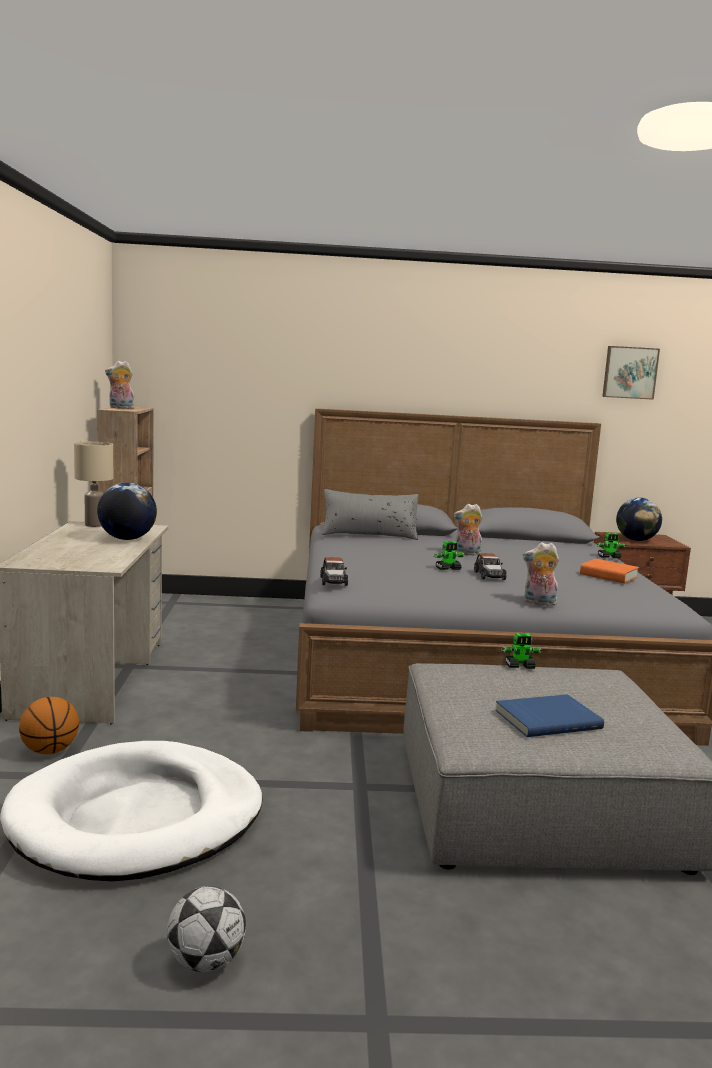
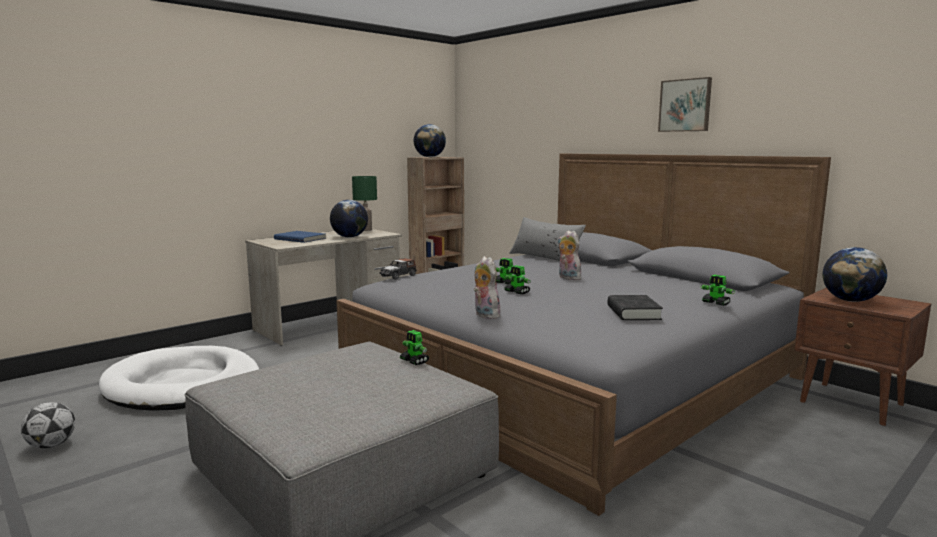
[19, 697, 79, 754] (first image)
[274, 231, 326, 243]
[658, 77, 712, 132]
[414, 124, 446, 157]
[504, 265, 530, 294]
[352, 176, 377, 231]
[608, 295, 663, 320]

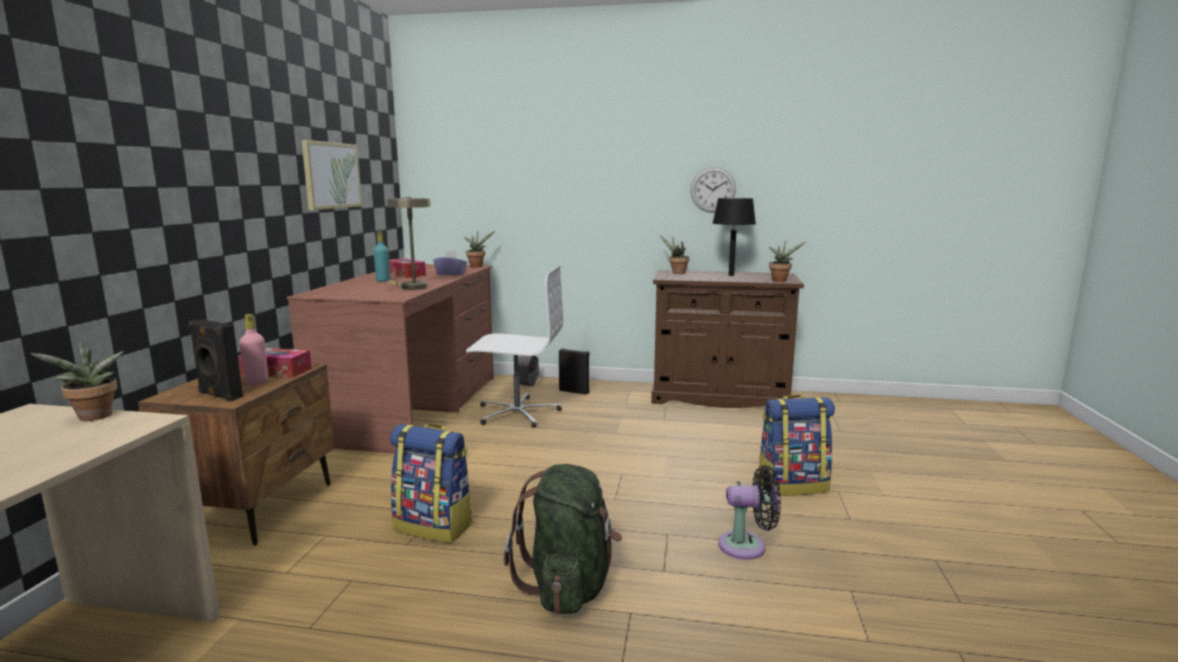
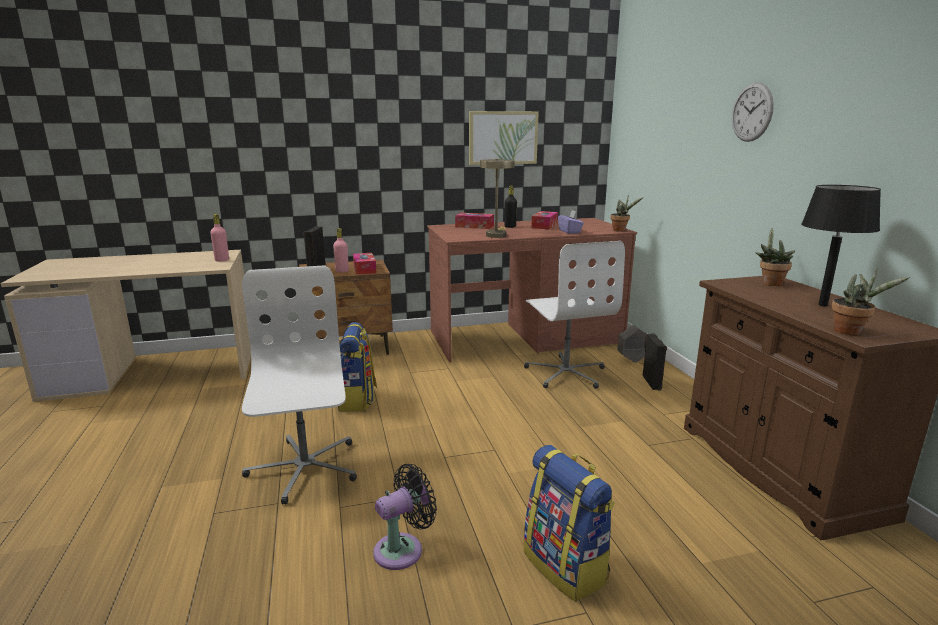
[455, 213, 494, 229]
[732, 82, 774, 142]
[210, 214, 229, 262]
[242, 265, 357, 505]
[504, 186, 517, 228]
[373, 464, 437, 570]

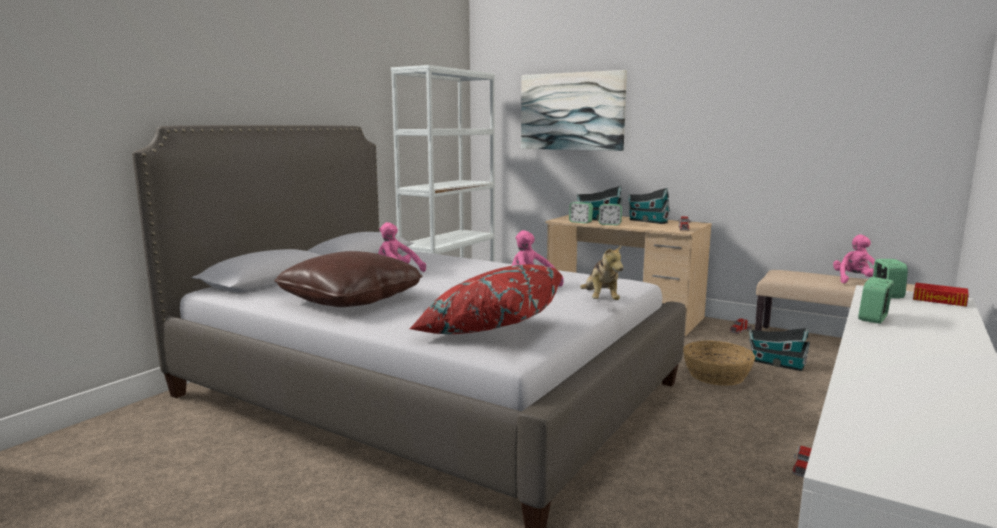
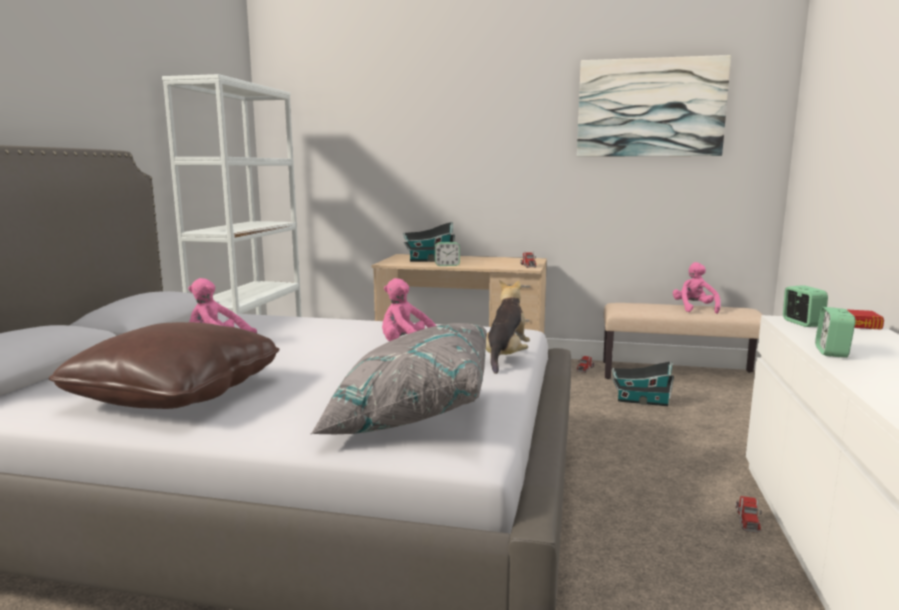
[569, 202, 593, 224] (first image)
[628, 188, 670, 224] (first image)
[683, 341, 755, 386] (first image)
[577, 55, 731, 157]
[310, 323, 487, 435]
[486, 280, 530, 374]

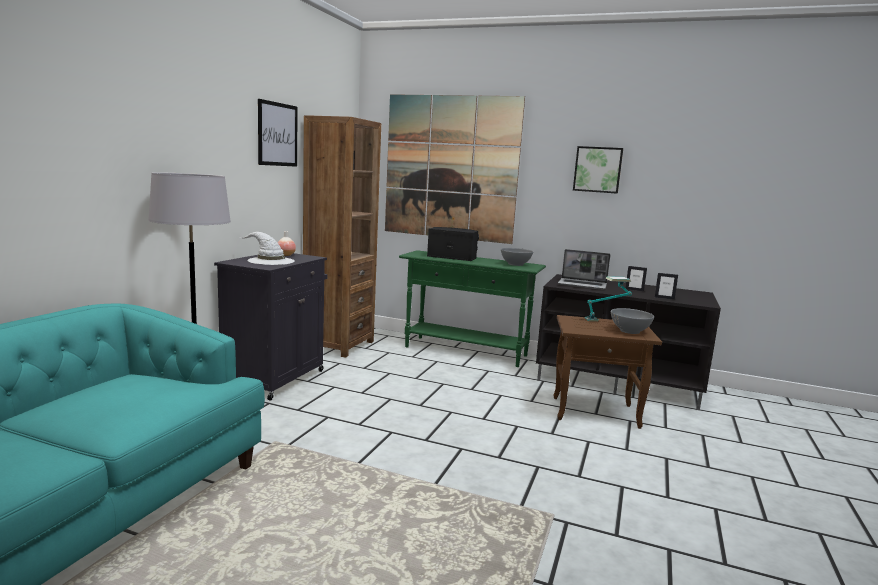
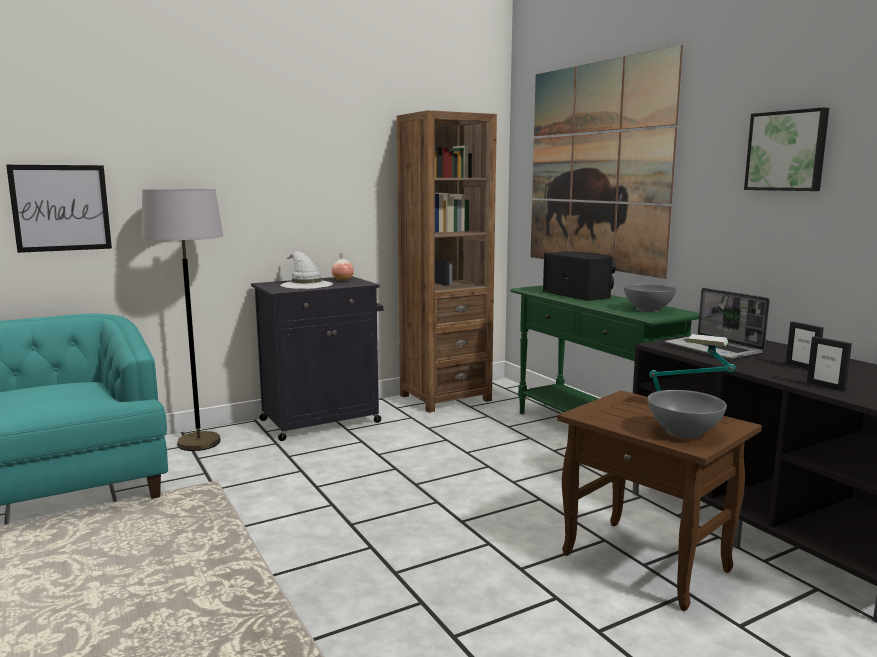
[6, 165, 112, 253]

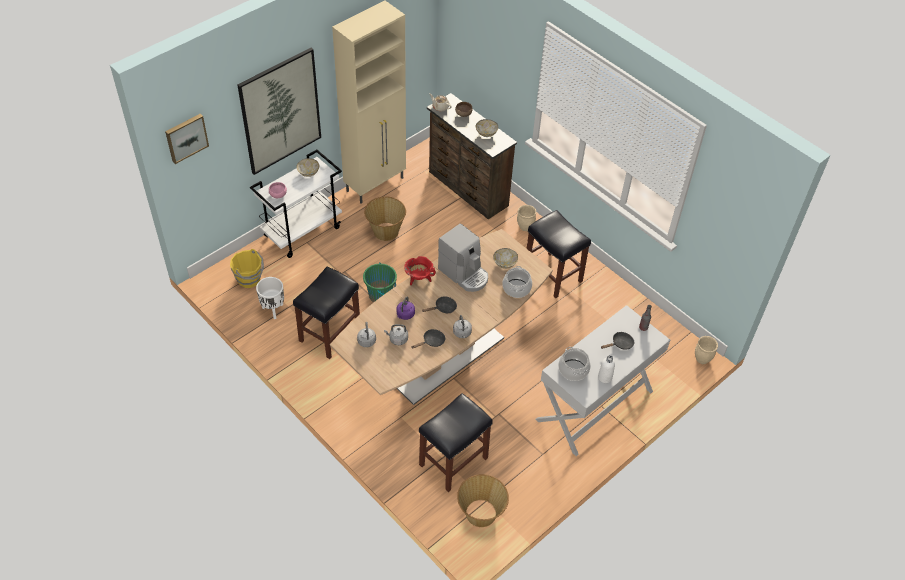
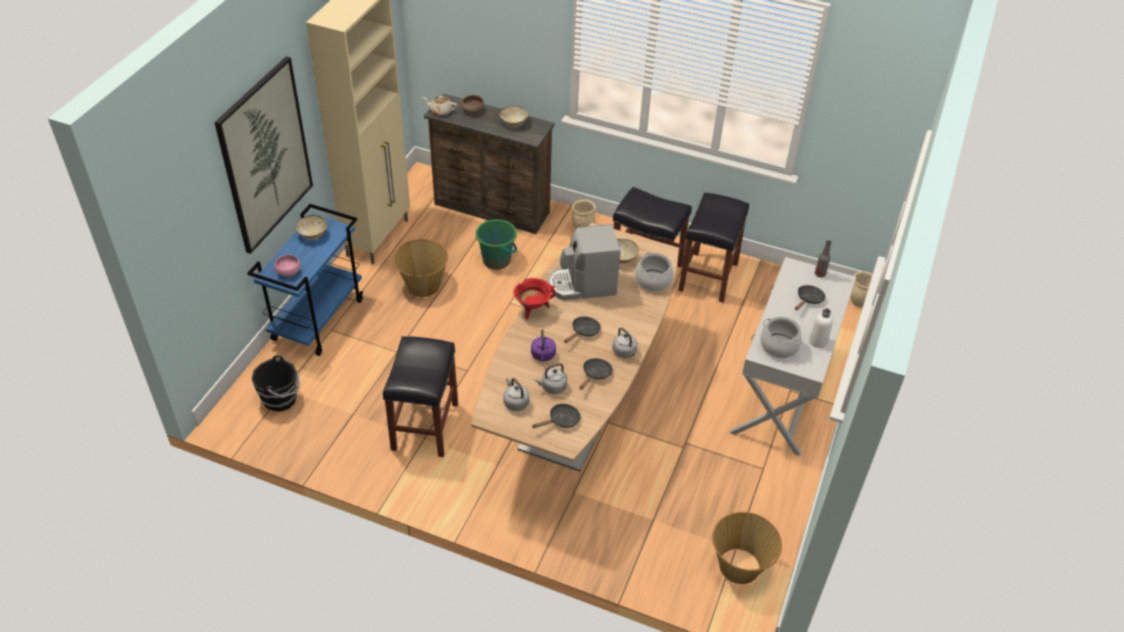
[165, 114, 209, 164] (first image)
[256, 277, 284, 319] (first image)
[532, 404, 581, 428]
[476, 219, 517, 270]
[678, 193, 749, 303]
[252, 355, 300, 412]
[247, 204, 363, 356]
[549, 224, 620, 300]

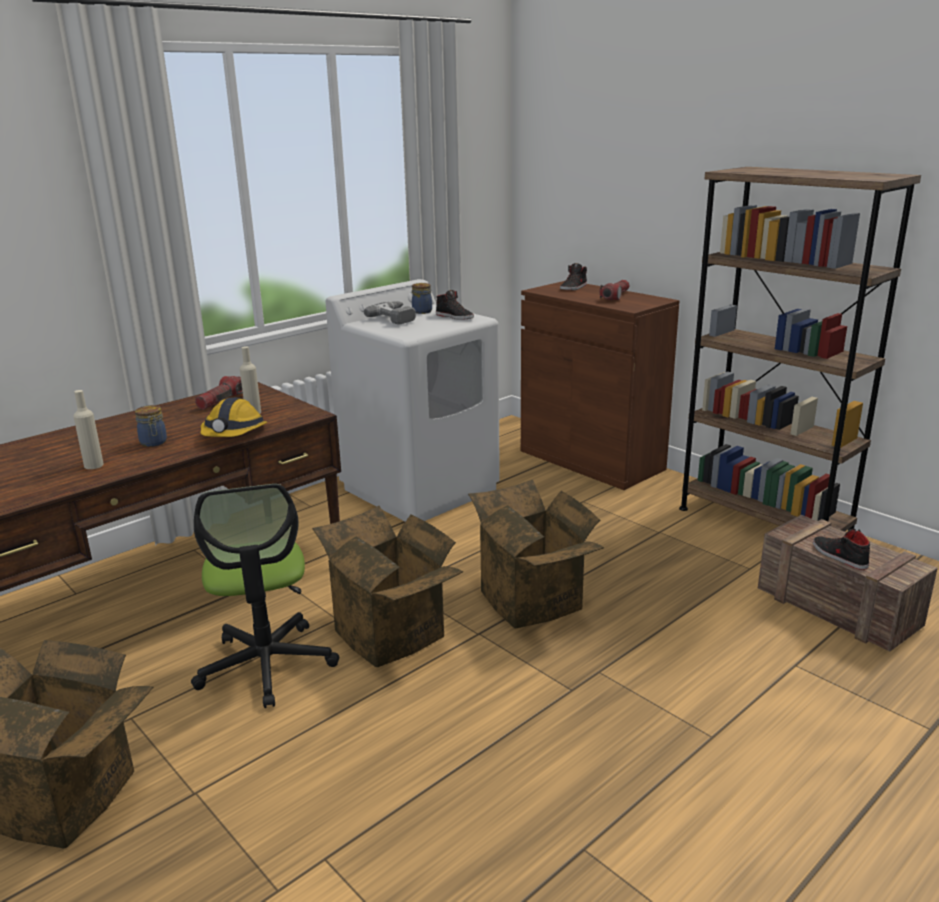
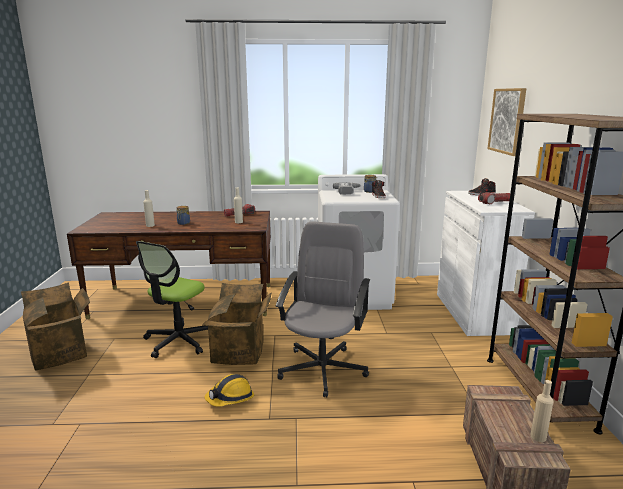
[813, 529, 870, 570] (first image)
[488, 88, 526, 156]
[530, 380, 553, 442]
[204, 374, 254, 407]
[275, 221, 370, 398]
[437, 191, 535, 336]

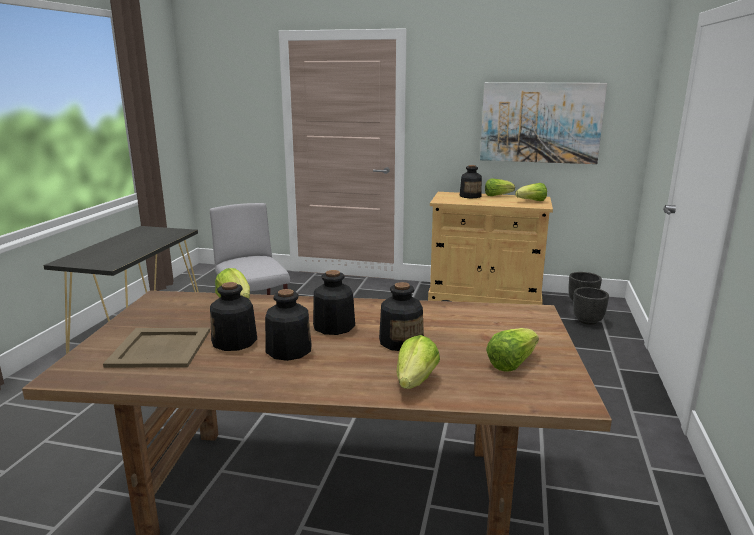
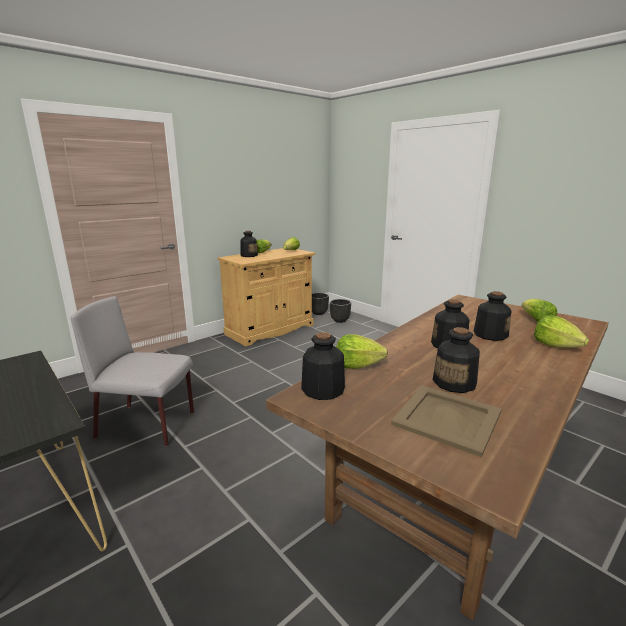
[480, 82, 607, 164] (first image)
[301, 332, 345, 400]

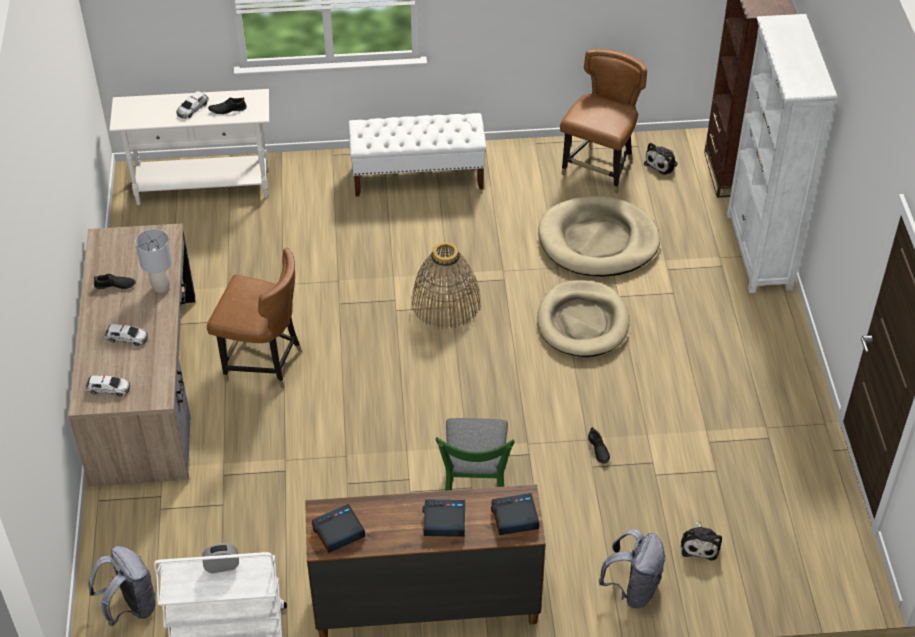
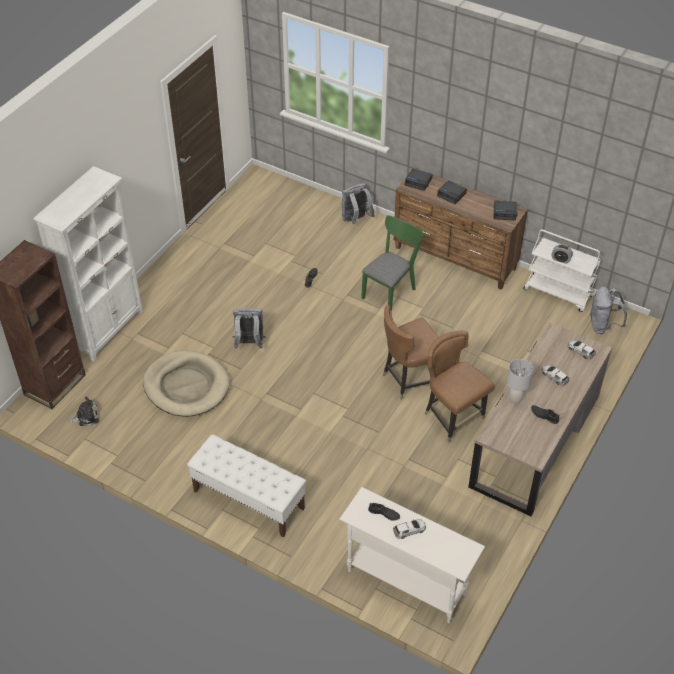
[411, 242, 481, 329] (first image)
[681, 521, 722, 561] (first image)
[383, 305, 439, 400]
[232, 308, 266, 349]

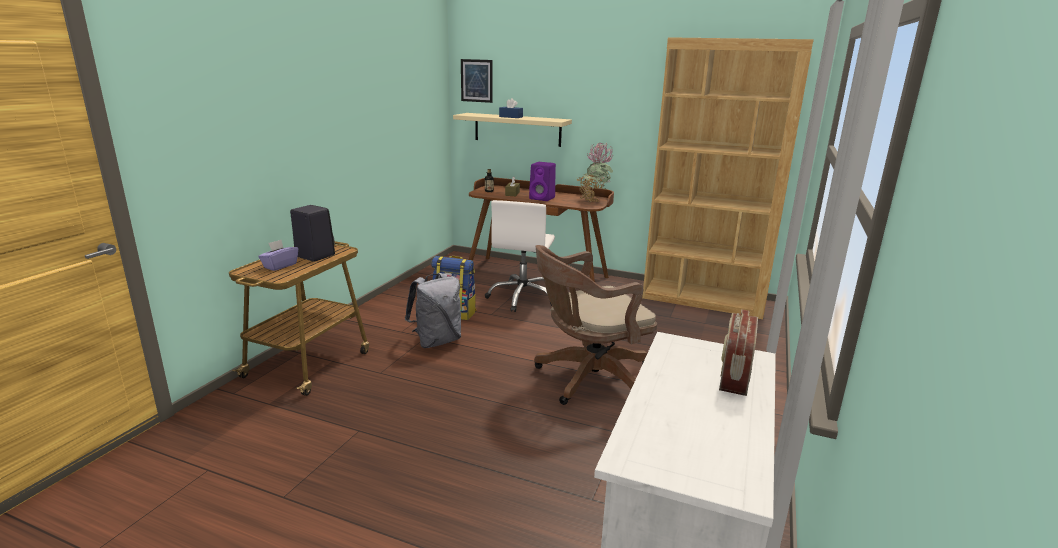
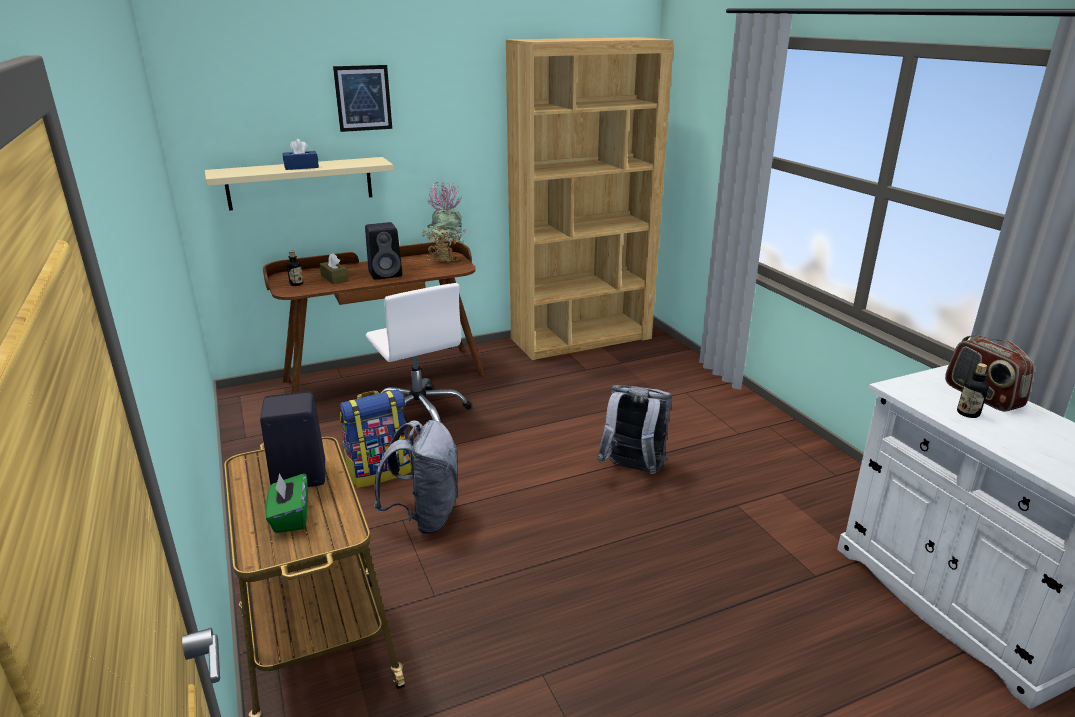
[957, 363, 989, 418]
[333, 65, 392, 132]
[597, 385, 672, 474]
[265, 473, 308, 533]
[365, 222, 402, 280]

